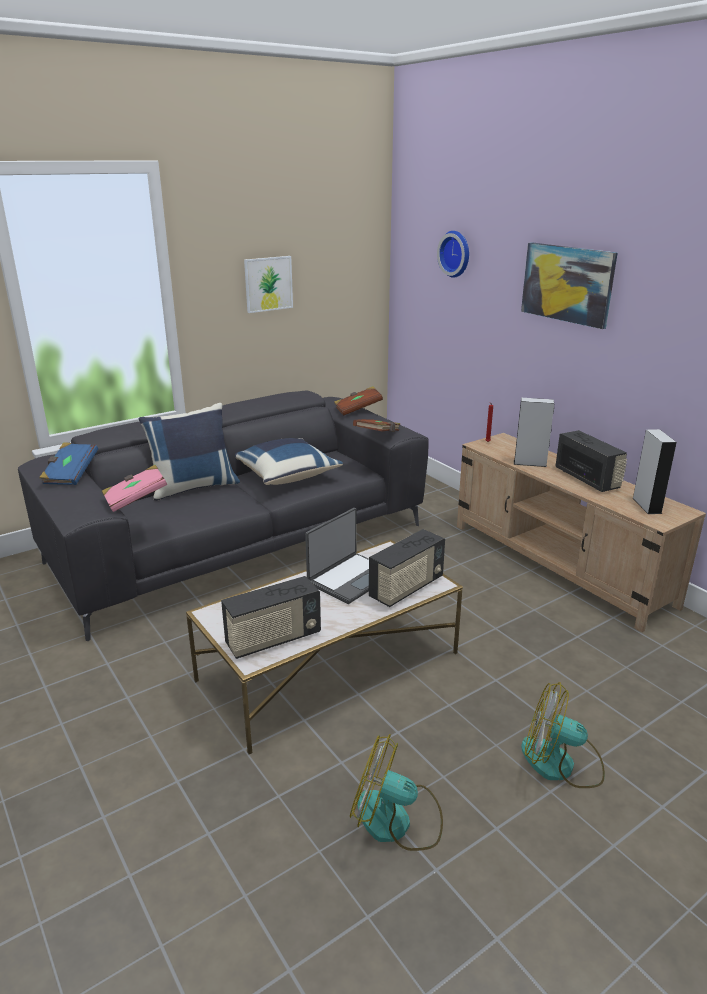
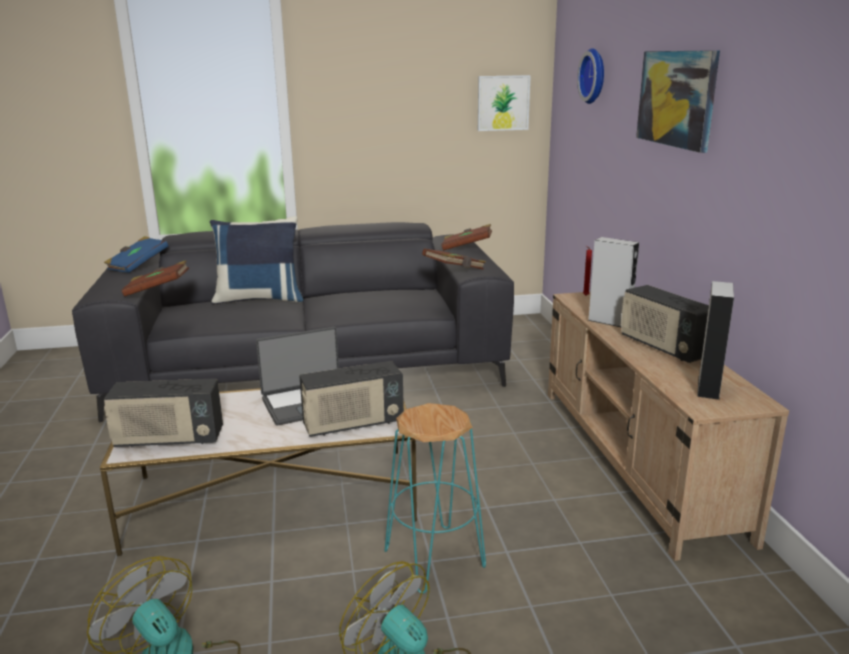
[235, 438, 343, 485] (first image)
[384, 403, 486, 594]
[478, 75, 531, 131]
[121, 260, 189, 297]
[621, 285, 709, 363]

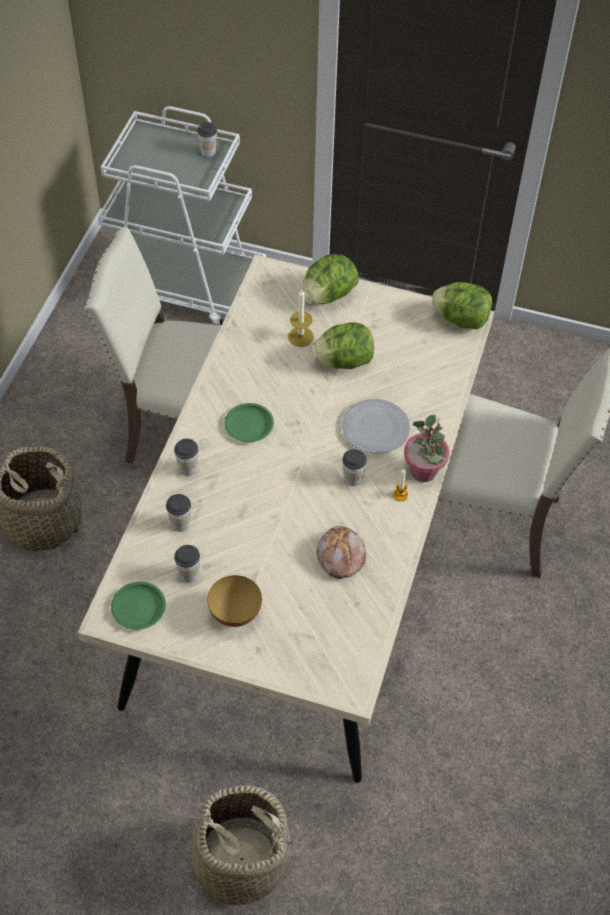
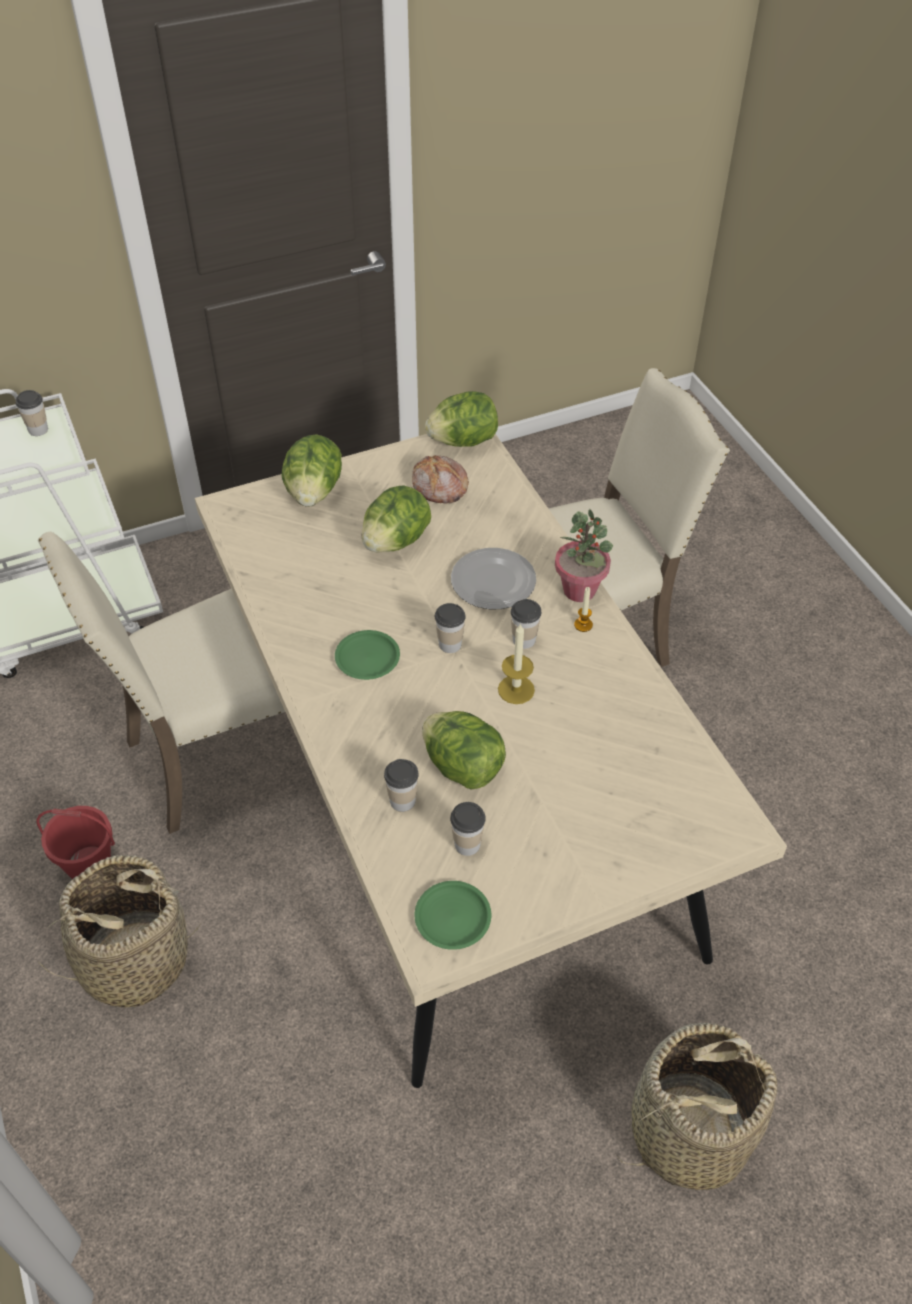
[207, 575, 262, 627] (first image)
[36, 806, 115, 879]
[422, 711, 506, 790]
[435, 603, 466, 653]
[498, 623, 535, 704]
[412, 455, 469, 504]

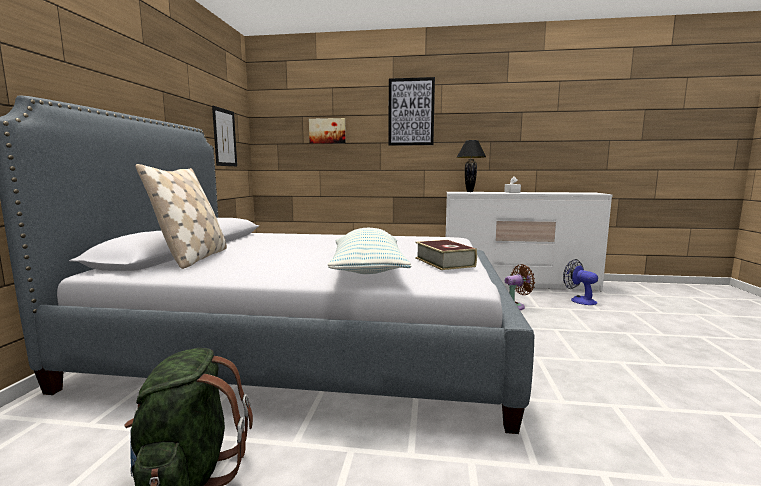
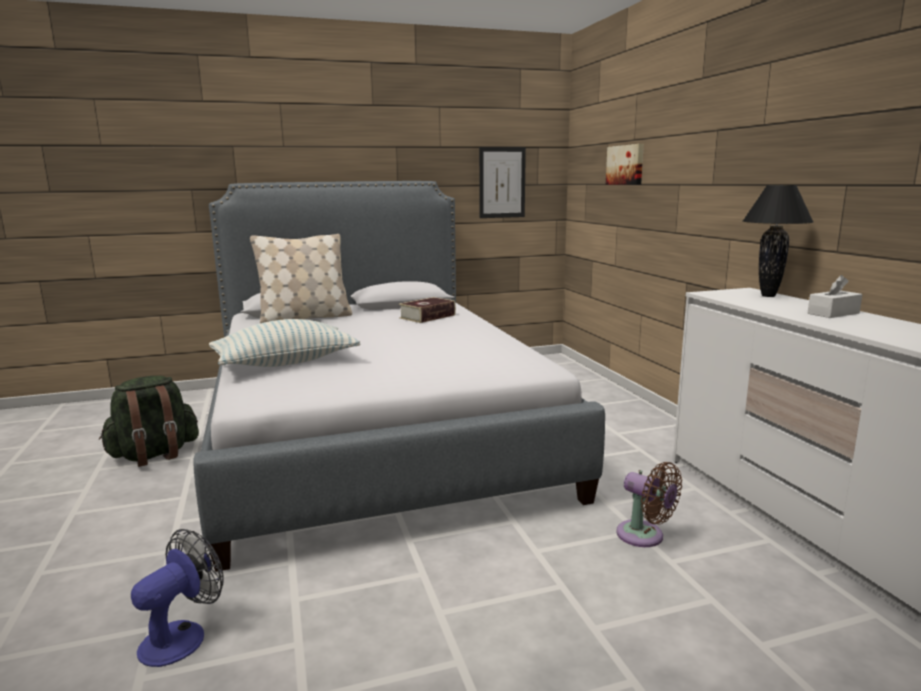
[388, 77, 435, 146] (first image)
[399, 297, 456, 323]
[131, 529, 224, 667]

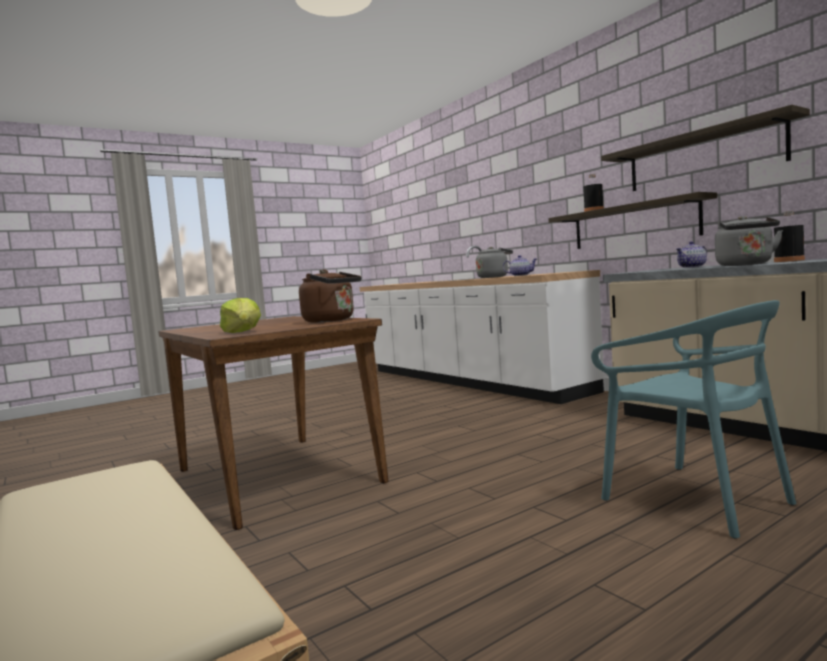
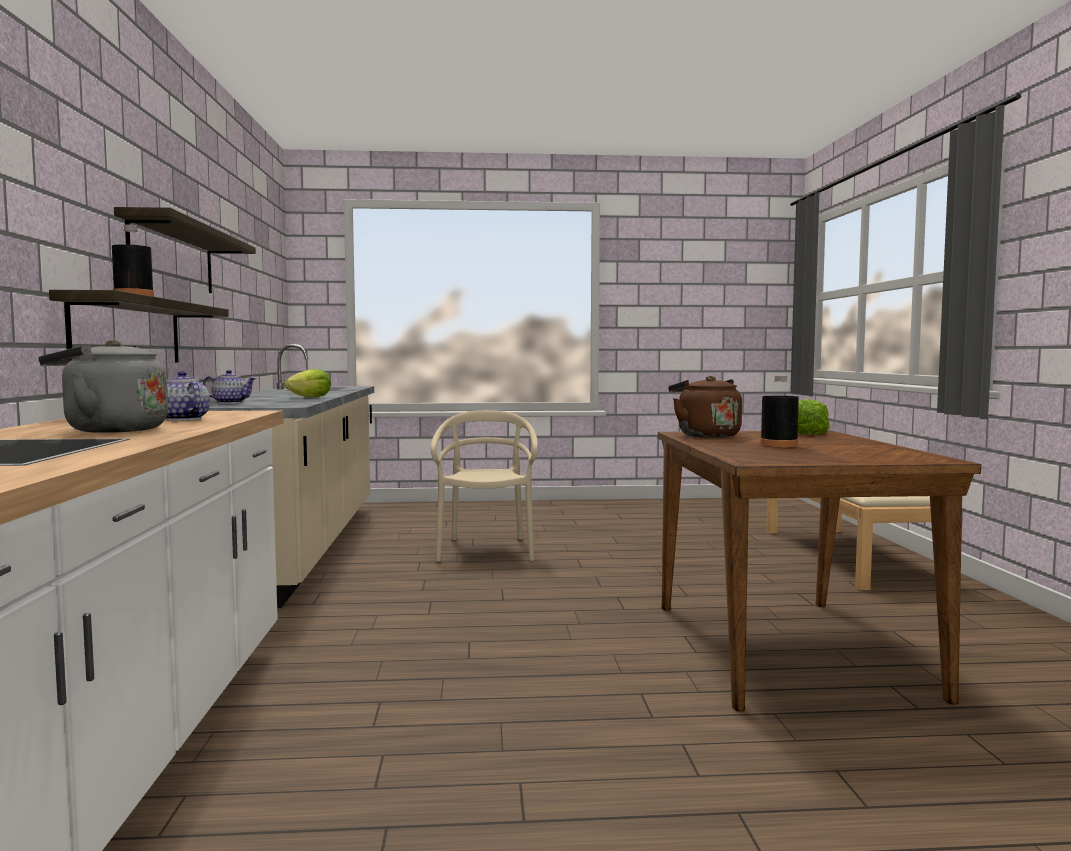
[760, 376, 799, 447]
[284, 369, 331, 397]
[431, 410, 538, 562]

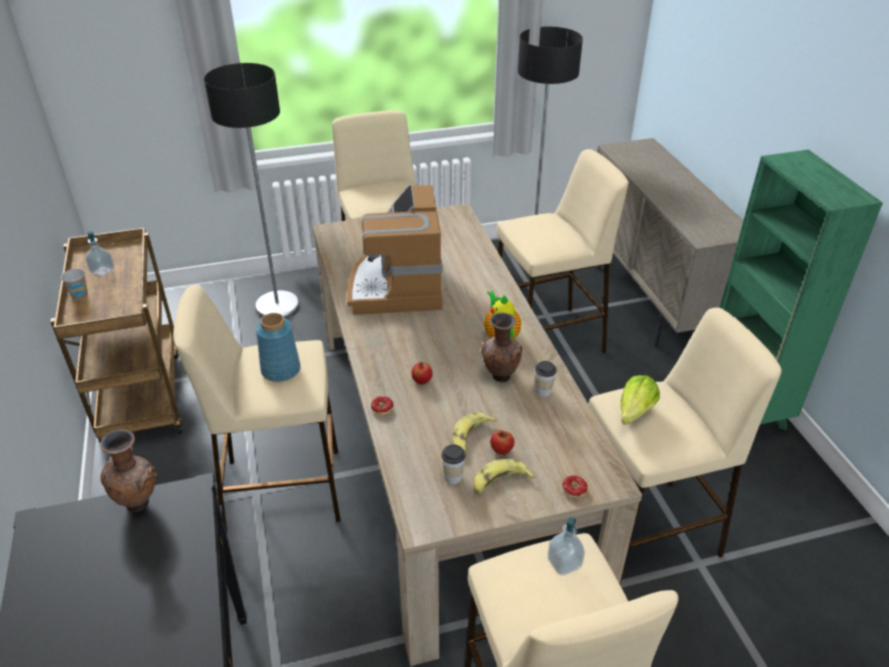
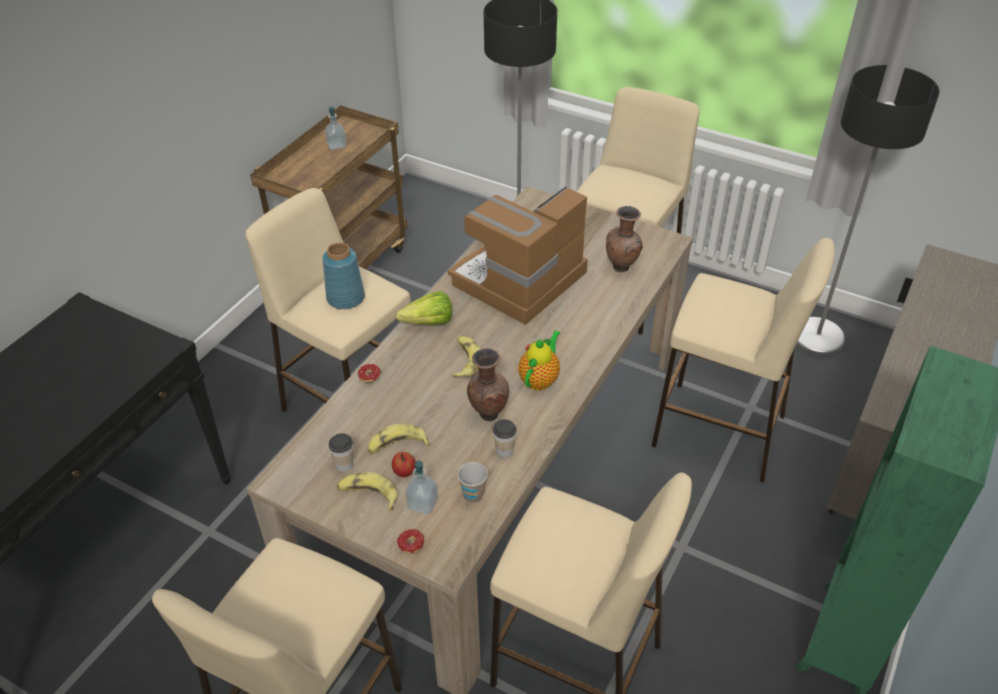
[411, 362, 433, 385] (first image)
[452, 336, 481, 378]
[457, 462, 488, 503]
[606, 206, 643, 272]
[406, 461, 438, 514]
[396, 291, 452, 325]

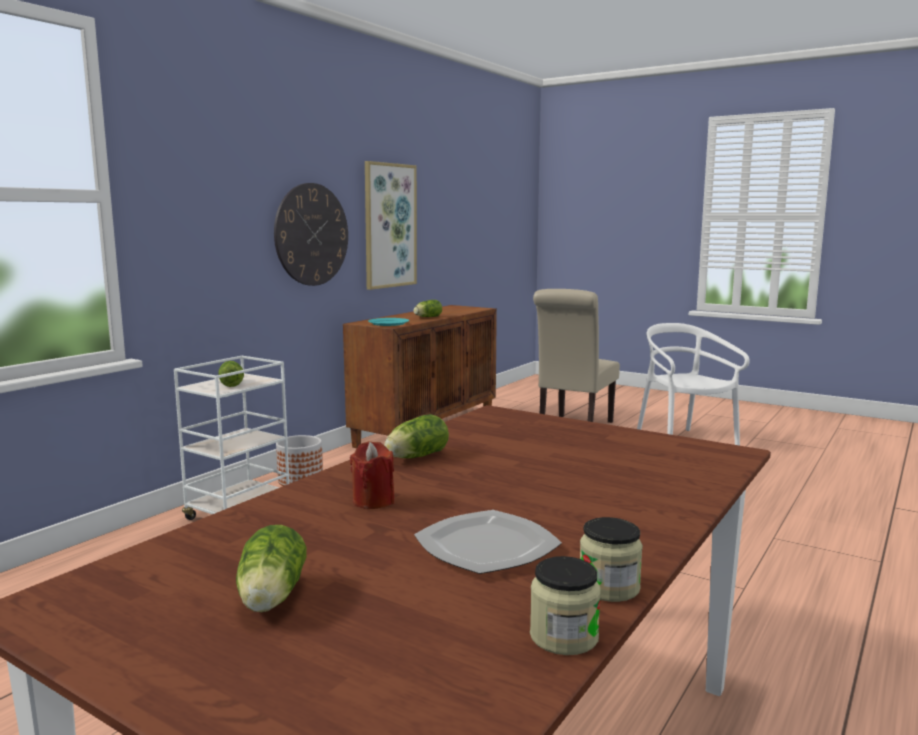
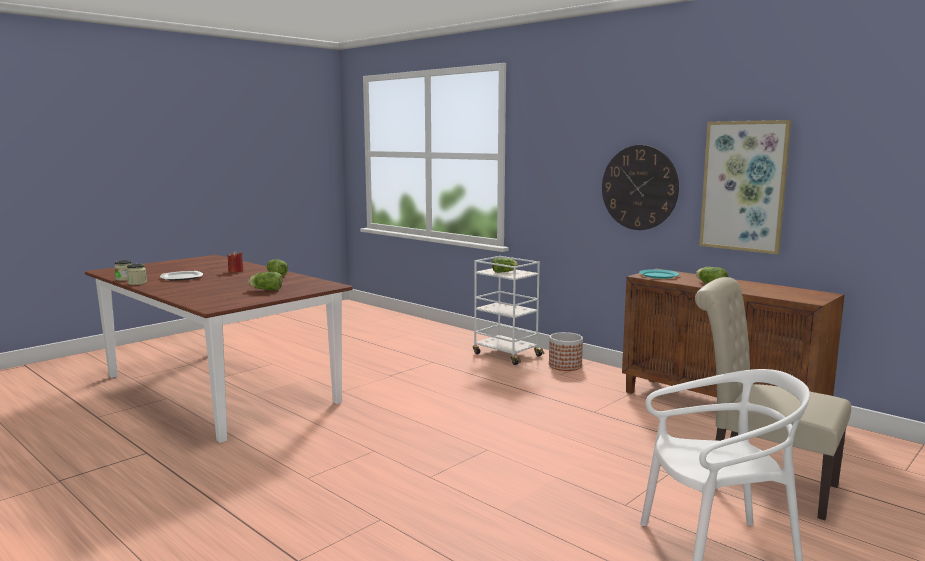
[248, 272, 282, 290]

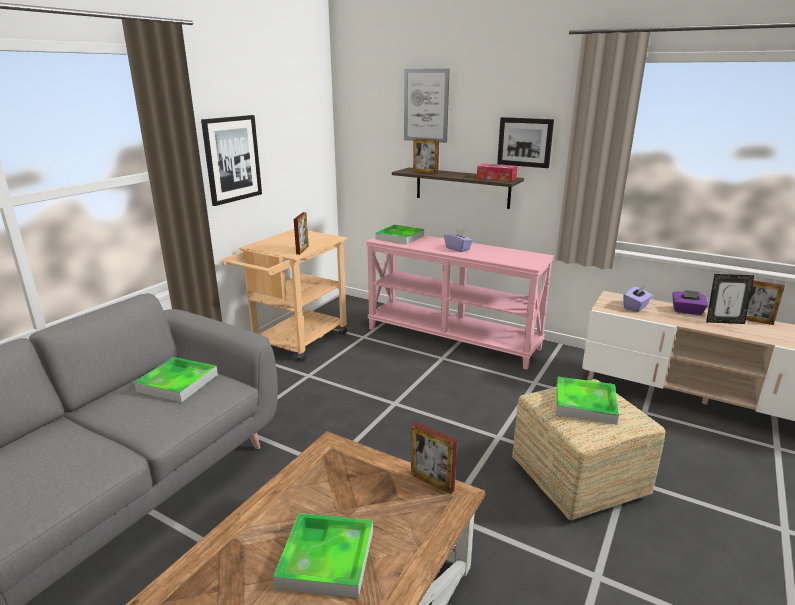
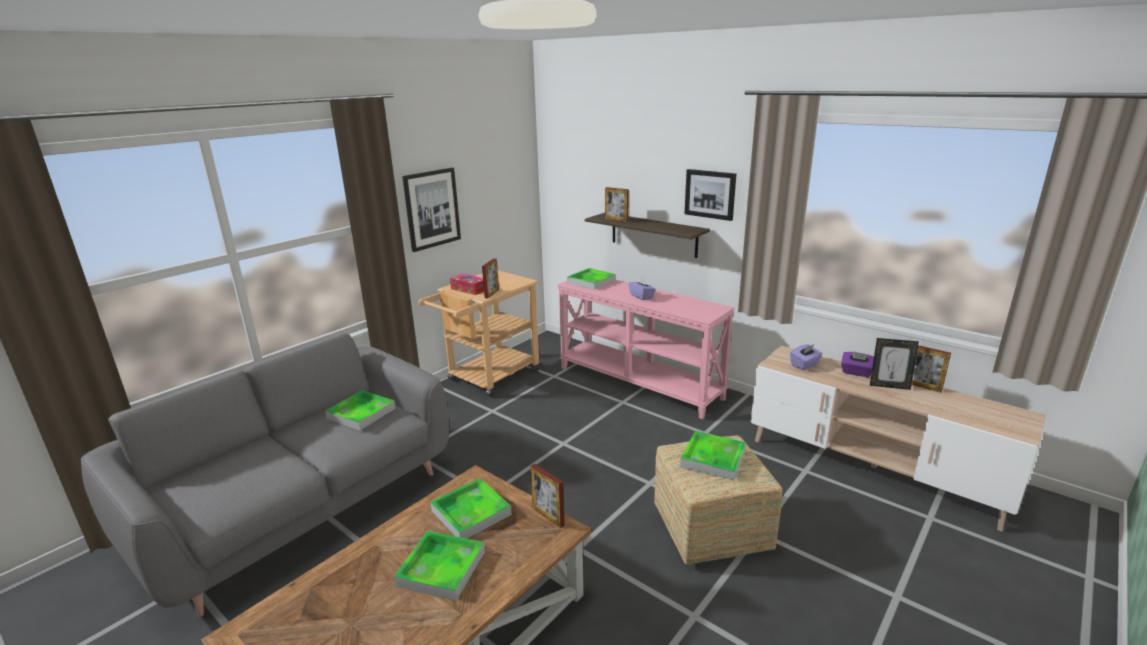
[404, 69, 450, 143] (first image)
[430, 478, 512, 539]
[450, 274, 484, 295]

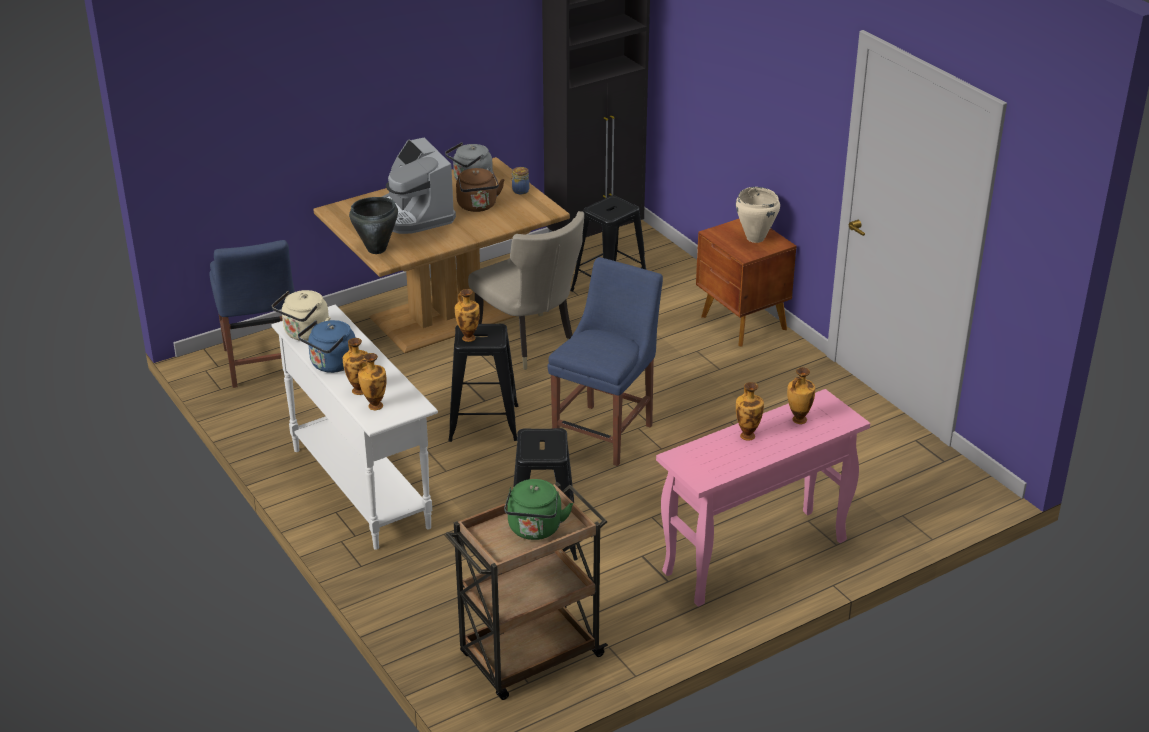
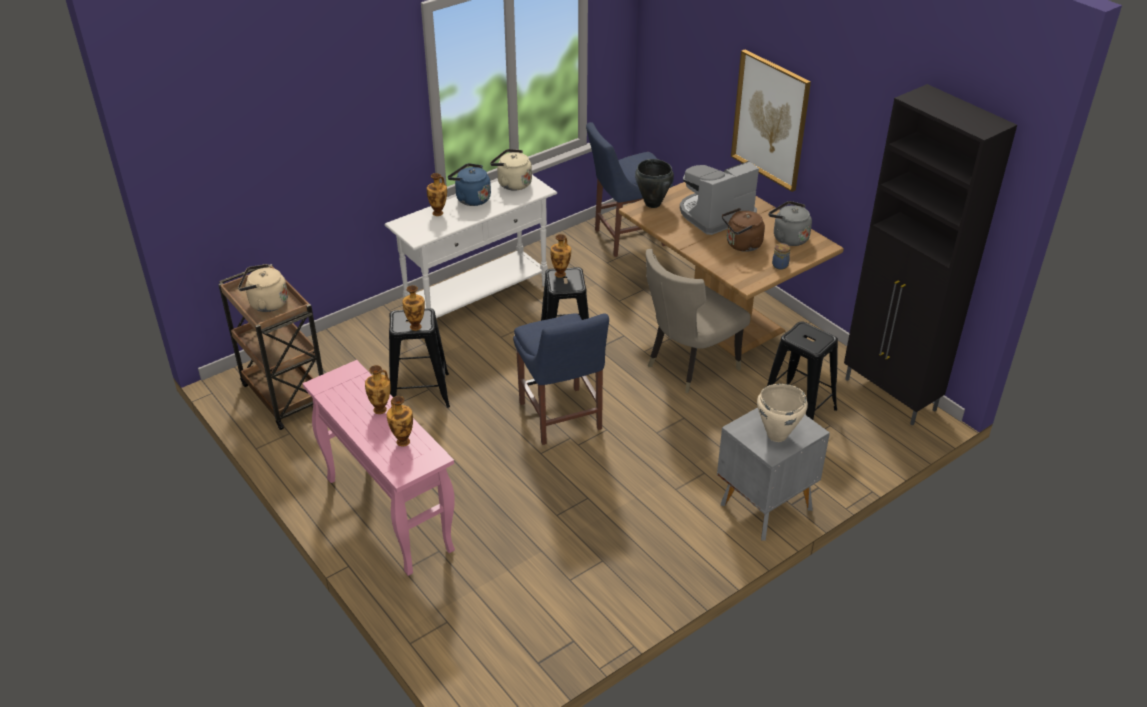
[731, 50, 811, 192]
[402, 285, 425, 331]
[238, 264, 288, 312]
[717, 407, 830, 541]
[513, 313, 609, 445]

